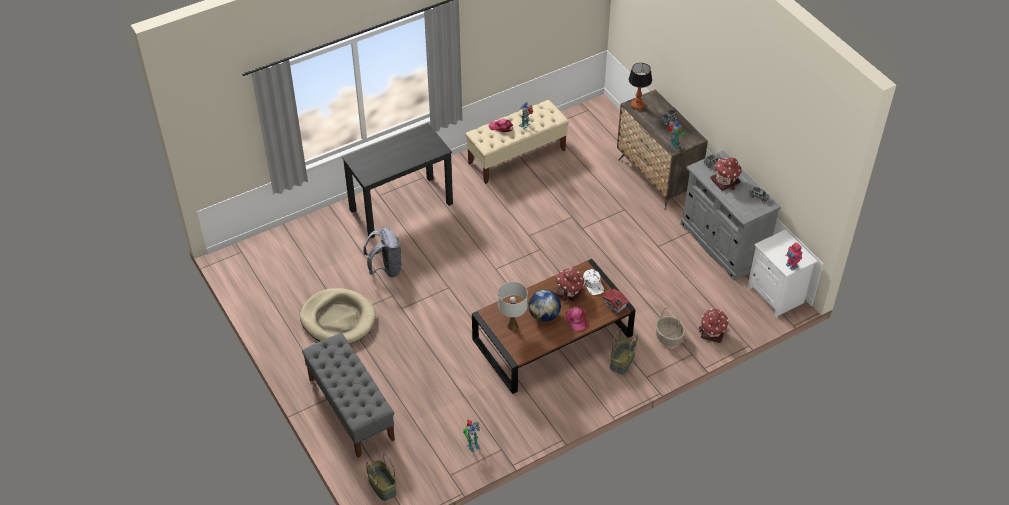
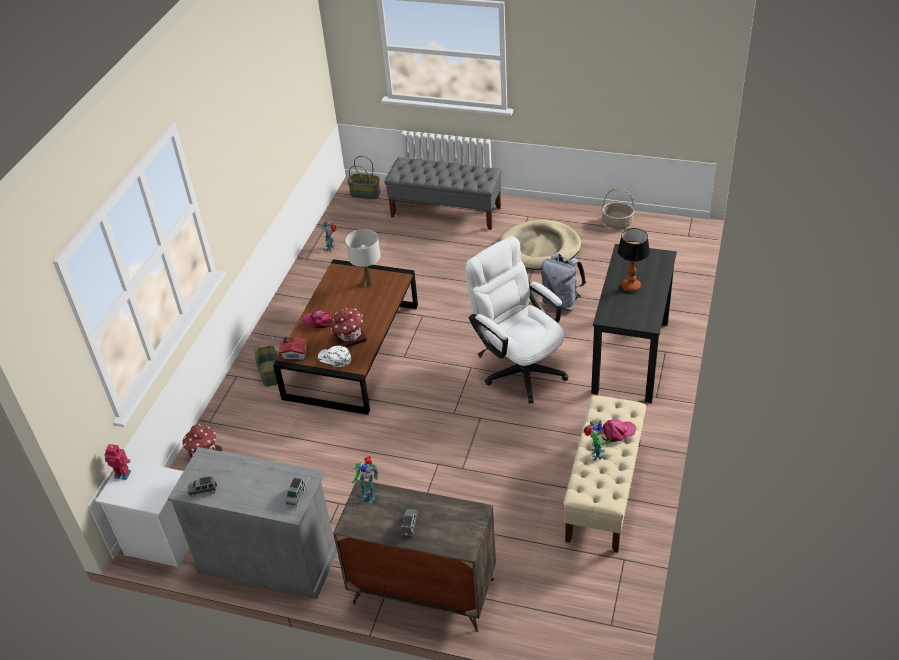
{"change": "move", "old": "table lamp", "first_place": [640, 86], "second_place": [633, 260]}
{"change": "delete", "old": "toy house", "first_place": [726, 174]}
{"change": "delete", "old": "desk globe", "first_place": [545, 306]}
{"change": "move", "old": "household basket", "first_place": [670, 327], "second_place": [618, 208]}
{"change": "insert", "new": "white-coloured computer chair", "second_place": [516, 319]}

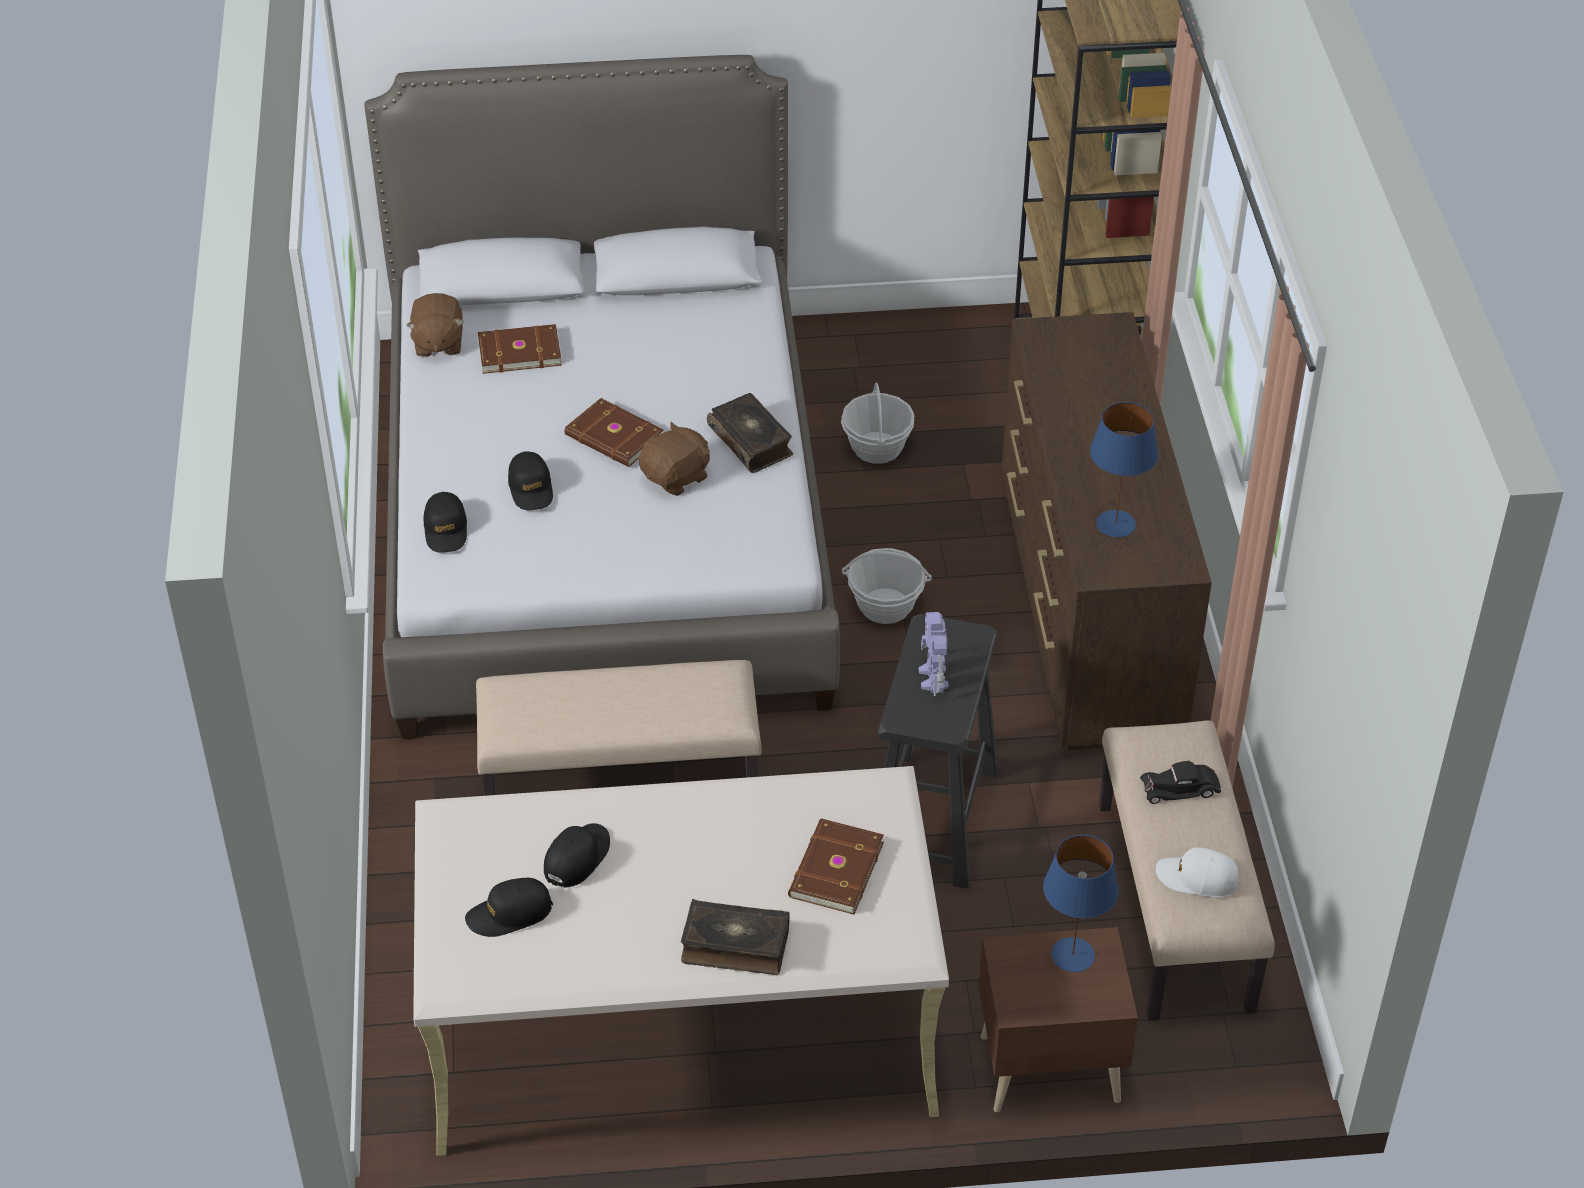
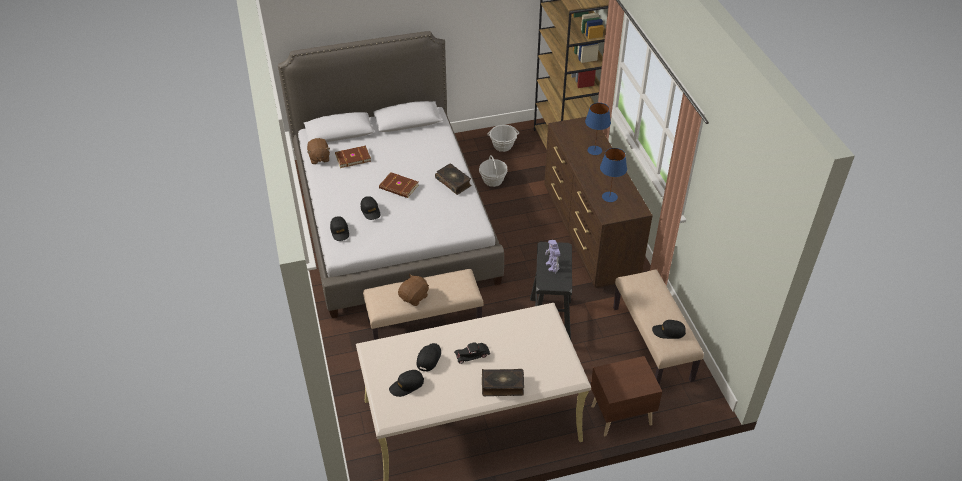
{"change": "move", "old": "brown-coloured soft toy", "first_place": [674, 459], "second_place": [413, 290]}
{"change": "move", "old": "household basket", "first_place": [887, 586], "second_place": [503, 138]}
{"change": "move", "old": "black model car", "first_place": [1180, 782], "second_place": [472, 353]}
{"change": "delete", "old": "brown-coloured book", "first_place": [836, 867]}
{"change": "move", "old": "blue-coloured table lamp", "first_place": [1081, 903], "second_place": [598, 129]}
{"change": "recolor", "old": "white-coloured baseball cap", "new": "black baseball cap", "first_place": [1197, 872], "second_place": [669, 329]}

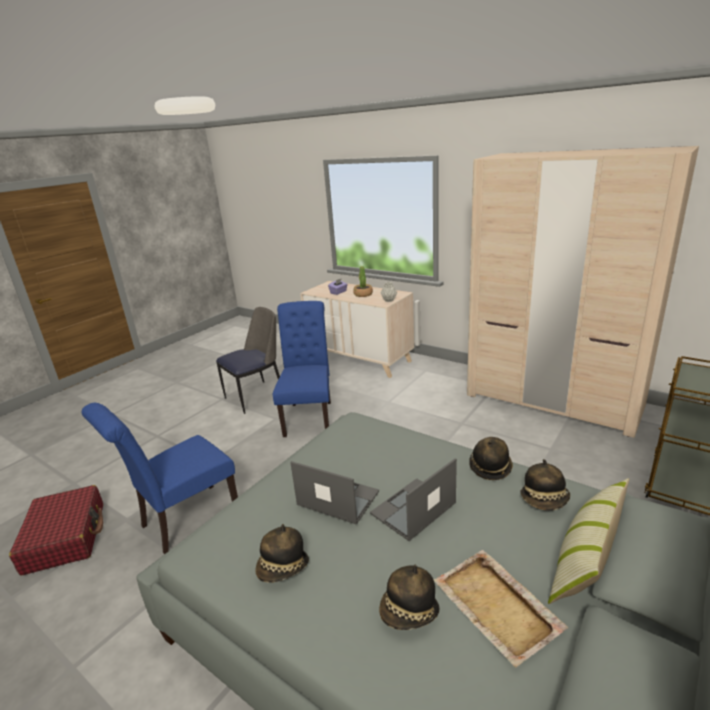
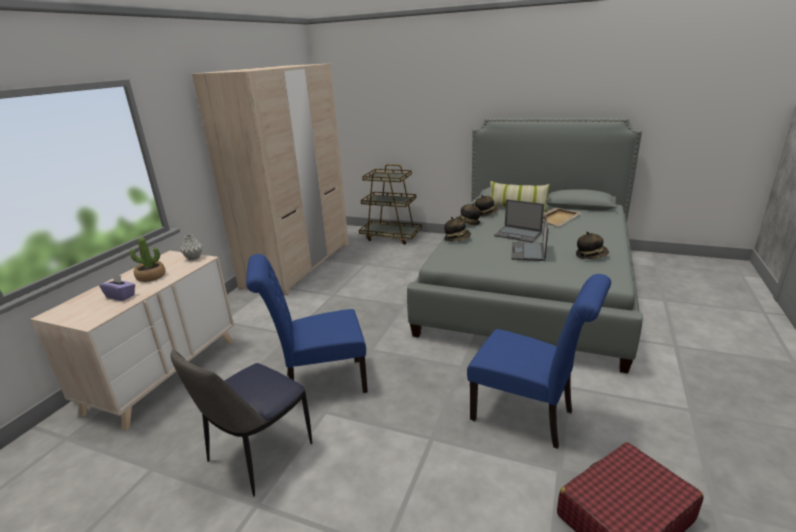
{"change": "rotate", "old": "chair", "first_place": [248, 360], "second_place": [241, 423], "degrees": -90}
{"change": "move", "old": "wearable hat", "first_place": [409, 597], "second_place": [457, 229]}

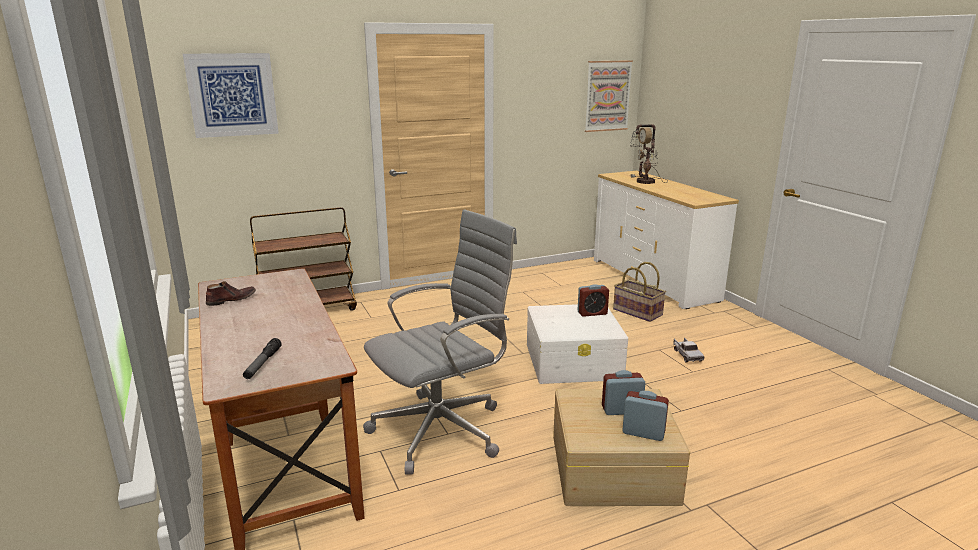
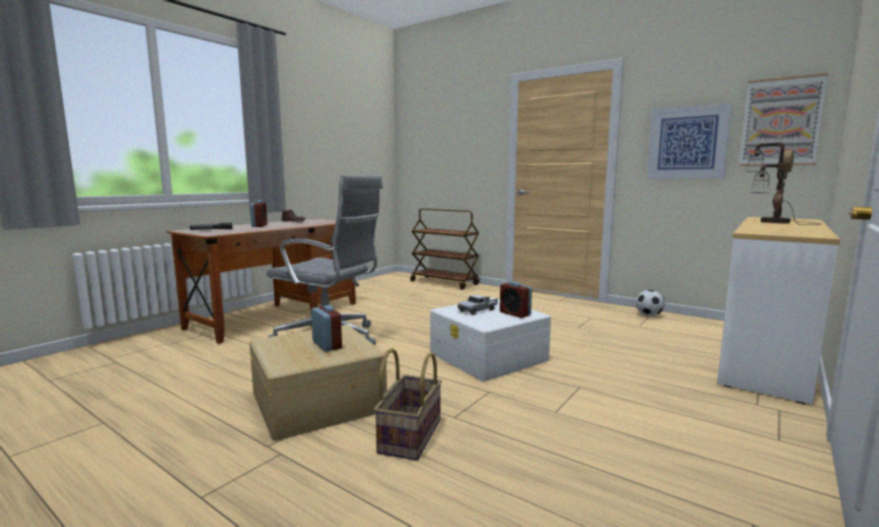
{"change": "move", "old": "wall art", "first_place": [231, 95], "second_place": [689, 141]}
{"change": "move", "old": "household basket", "first_place": [639, 292], "second_place": [408, 404]}
{"change": "move", "old": "toy lorry", "first_place": [689, 350], "second_place": [477, 305]}
{"change": "move", "old": "bedside clock", "first_place": [645, 416], "second_place": [258, 213]}
{"change": "insert", "new": "football", "second_place": [650, 303]}

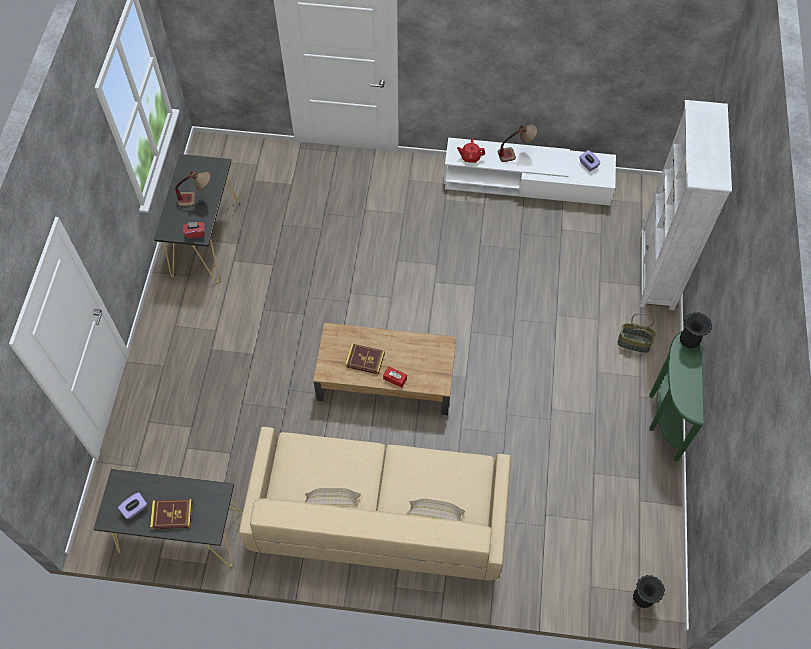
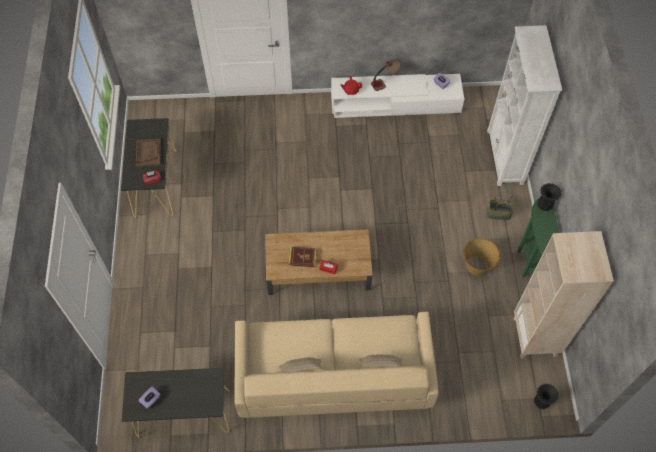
{"change": "replace", "old": "table lamp", "new": "brown-coloured serving tray", "first_place": [193, 189], "second_place": [148, 153]}
{"change": "delete", "old": "book", "first_place": [171, 514]}
{"change": "insert", "new": "beige shelving unit", "second_place": [564, 295]}
{"change": "insert", "new": "household basket", "second_place": [481, 257]}

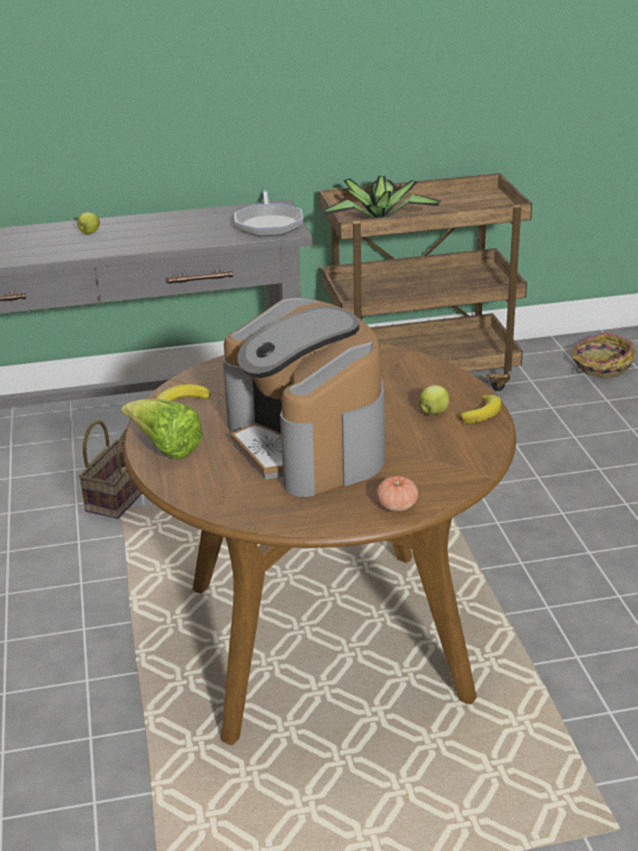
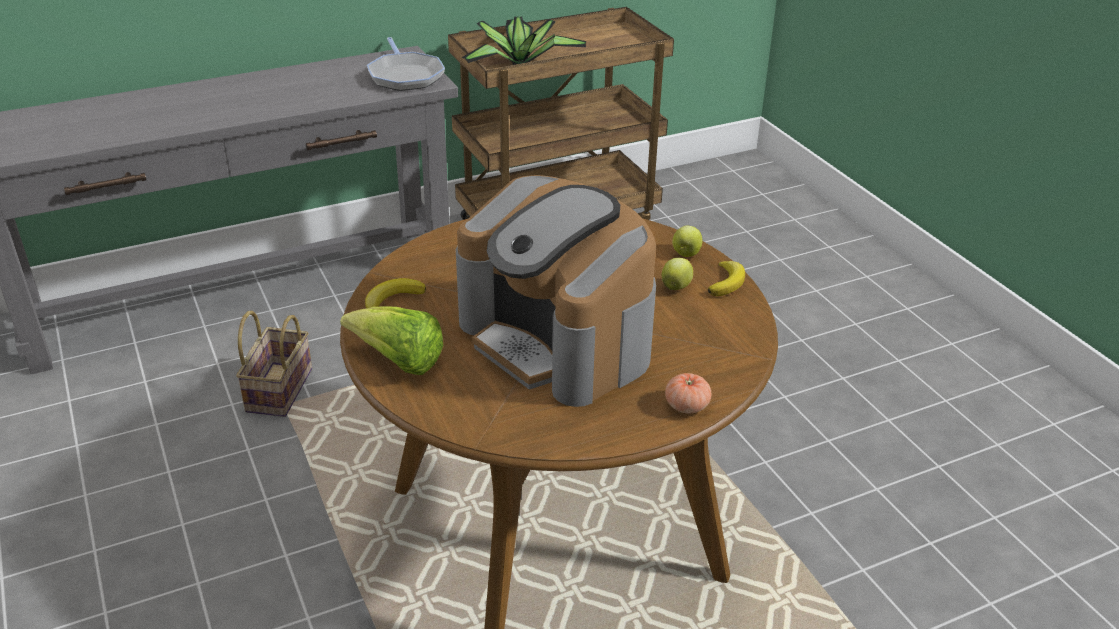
{"change": "move", "old": "whole apple", "first_place": [88, 223], "second_place": [687, 241]}
{"change": "delete", "old": "household basket", "first_place": [603, 355]}

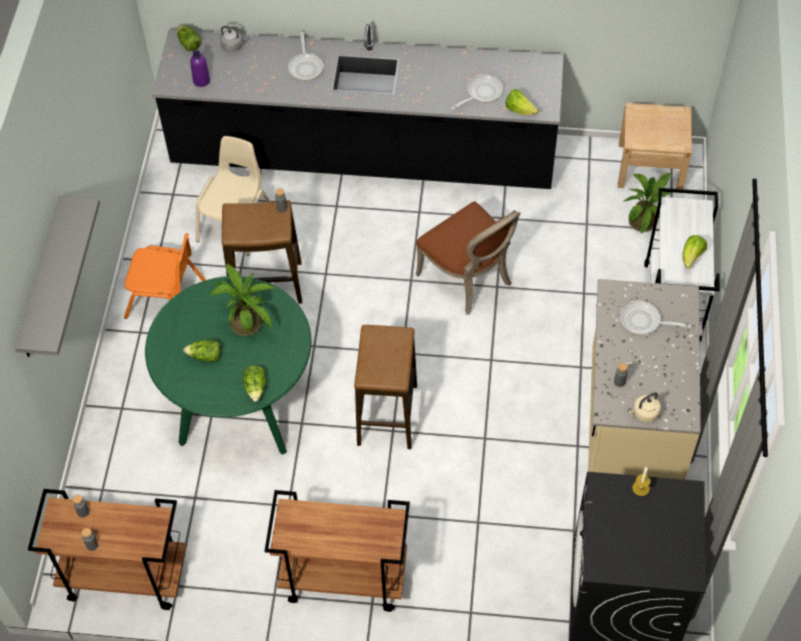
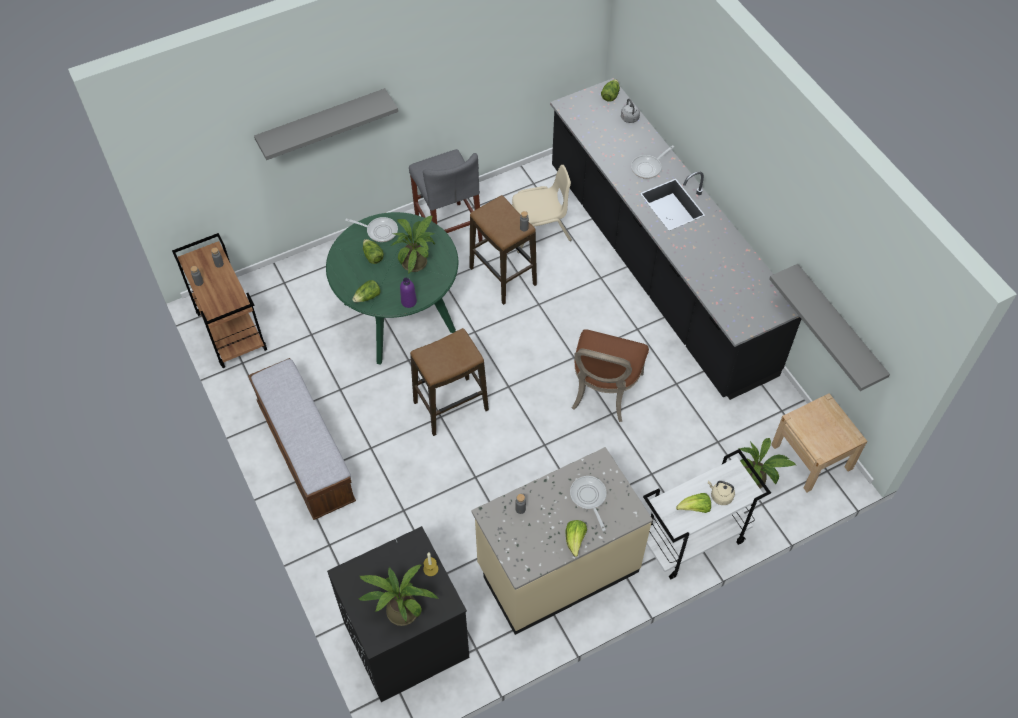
{"change": "move", "old": "purple-coloured beverage bottle", "first_place": [200, 68], "second_place": [408, 292]}
{"change": "move", "old": "frying pan", "first_place": [477, 92], "second_place": [371, 229]}
{"change": "move", "old": "lettuce", "first_place": [522, 102], "second_place": [576, 538]}
{"change": "replace", "old": "orange-coloured chair", "new": "gray stool", "first_place": [165, 276], "second_place": [446, 195]}
{"change": "move", "old": "beige kettle", "first_place": [645, 407], "second_place": [721, 493]}
{"change": "replace", "old": "brown-coloured cart", "new": "bench", "first_place": [337, 551], "second_place": [302, 439]}
{"change": "insert", "new": "gray wall shelf", "second_place": [829, 327]}
{"change": "insert", "new": "potted plant", "second_place": [398, 595]}

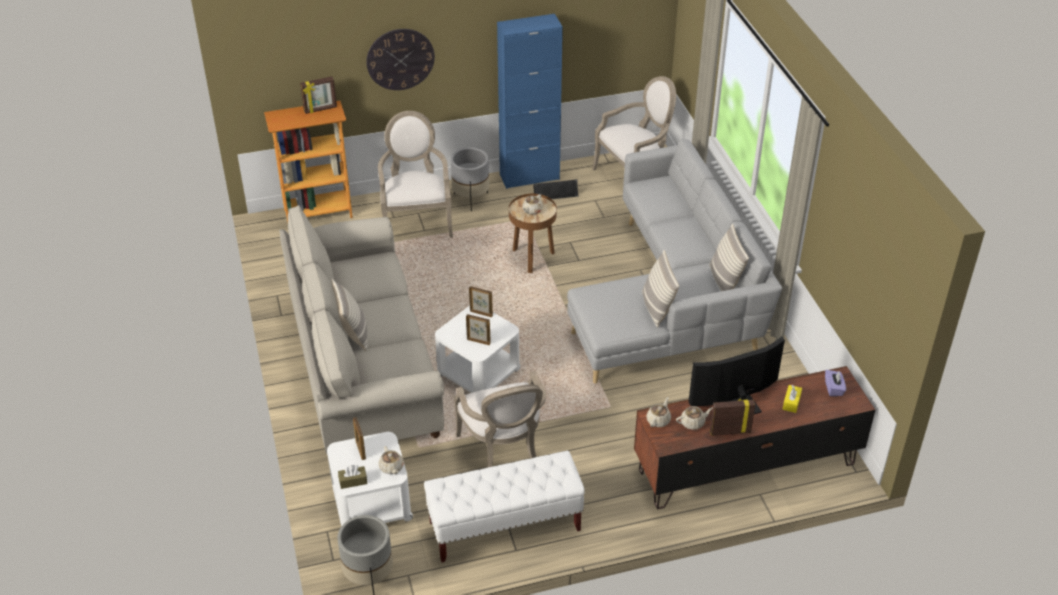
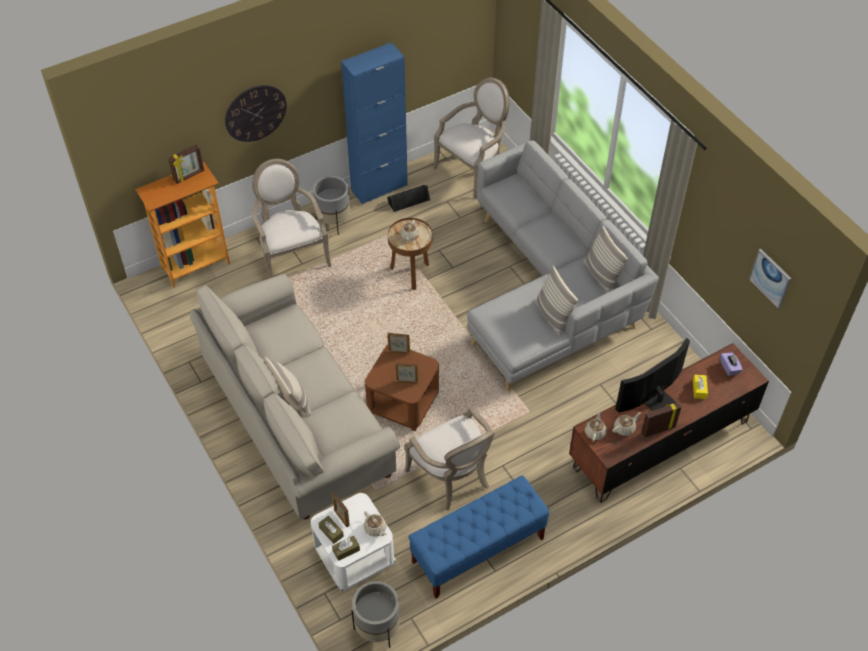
{"change": "recolor", "old": "white-coloured side table", "new": "brown-coloured side table", "first_place": [478, 349], "second_place": [402, 388]}
{"change": "recolor", "old": "white-coloured bench", "new": "blue-coloured bench", "first_place": [504, 506], "second_place": [479, 537]}
{"change": "insert", "new": "wall art", "second_place": [770, 279]}
{"change": "insert", "new": "brown-coloured tissue box", "second_place": [331, 530]}

